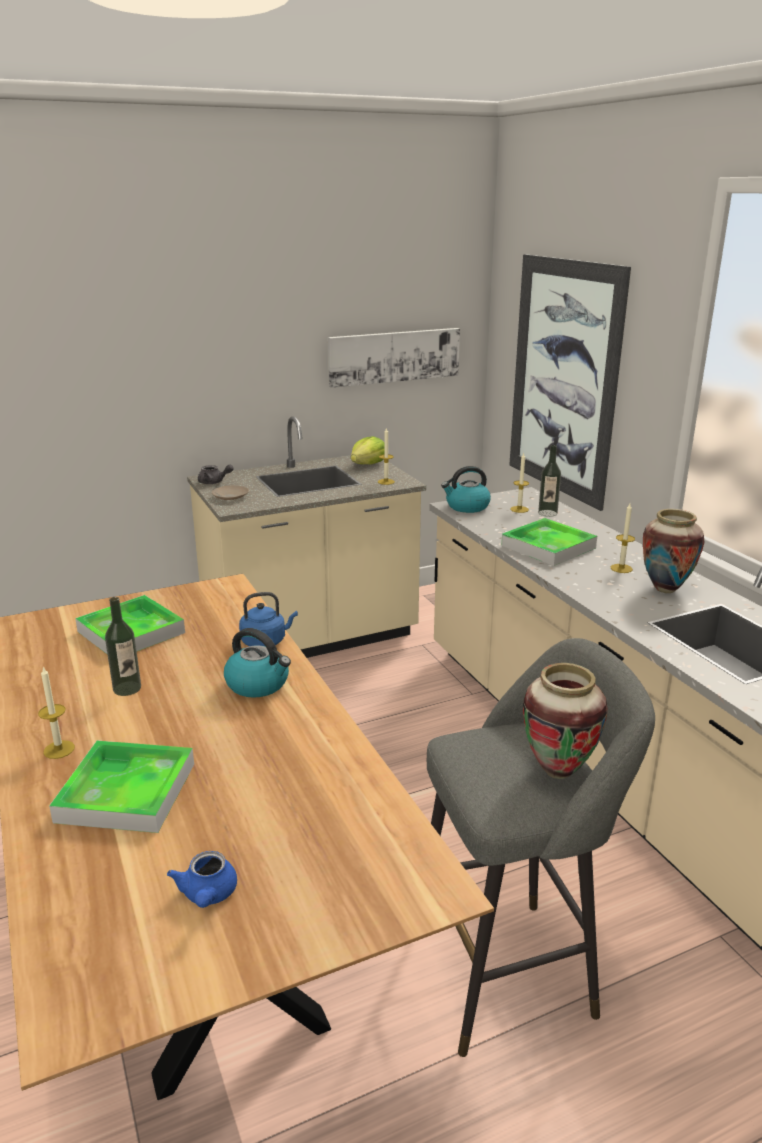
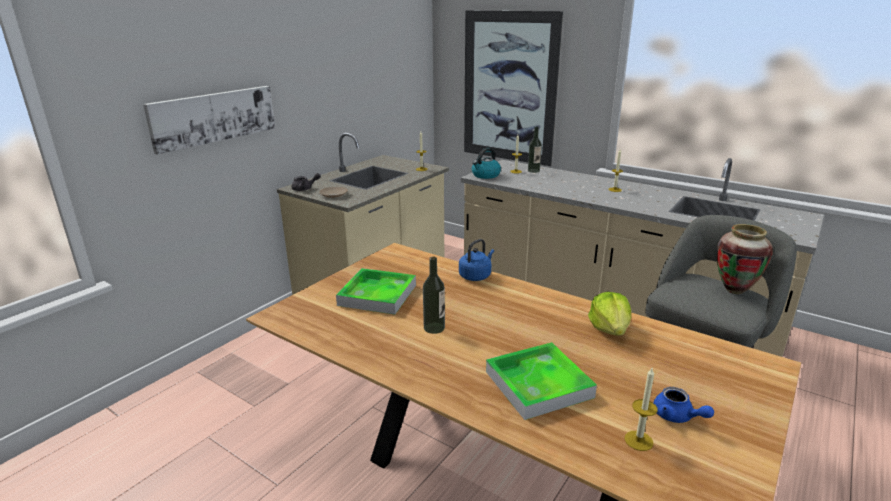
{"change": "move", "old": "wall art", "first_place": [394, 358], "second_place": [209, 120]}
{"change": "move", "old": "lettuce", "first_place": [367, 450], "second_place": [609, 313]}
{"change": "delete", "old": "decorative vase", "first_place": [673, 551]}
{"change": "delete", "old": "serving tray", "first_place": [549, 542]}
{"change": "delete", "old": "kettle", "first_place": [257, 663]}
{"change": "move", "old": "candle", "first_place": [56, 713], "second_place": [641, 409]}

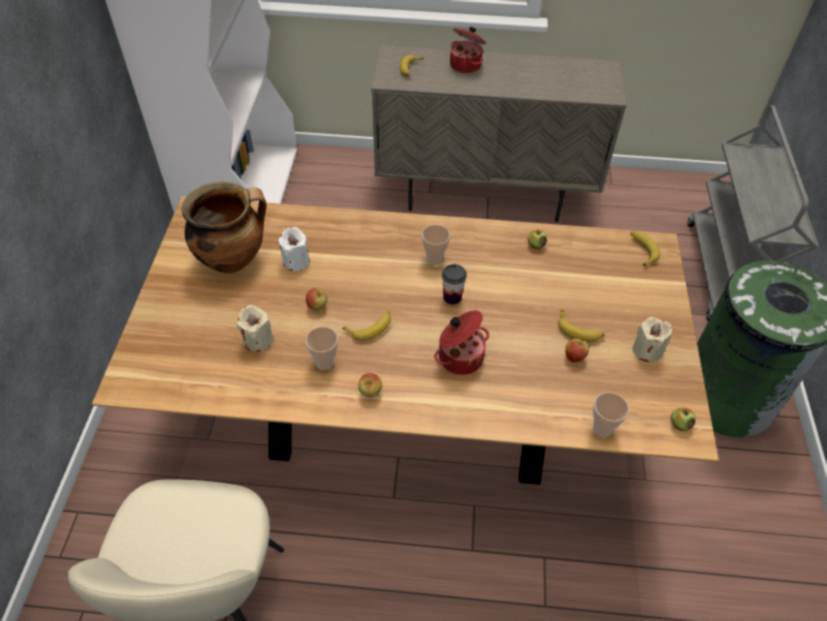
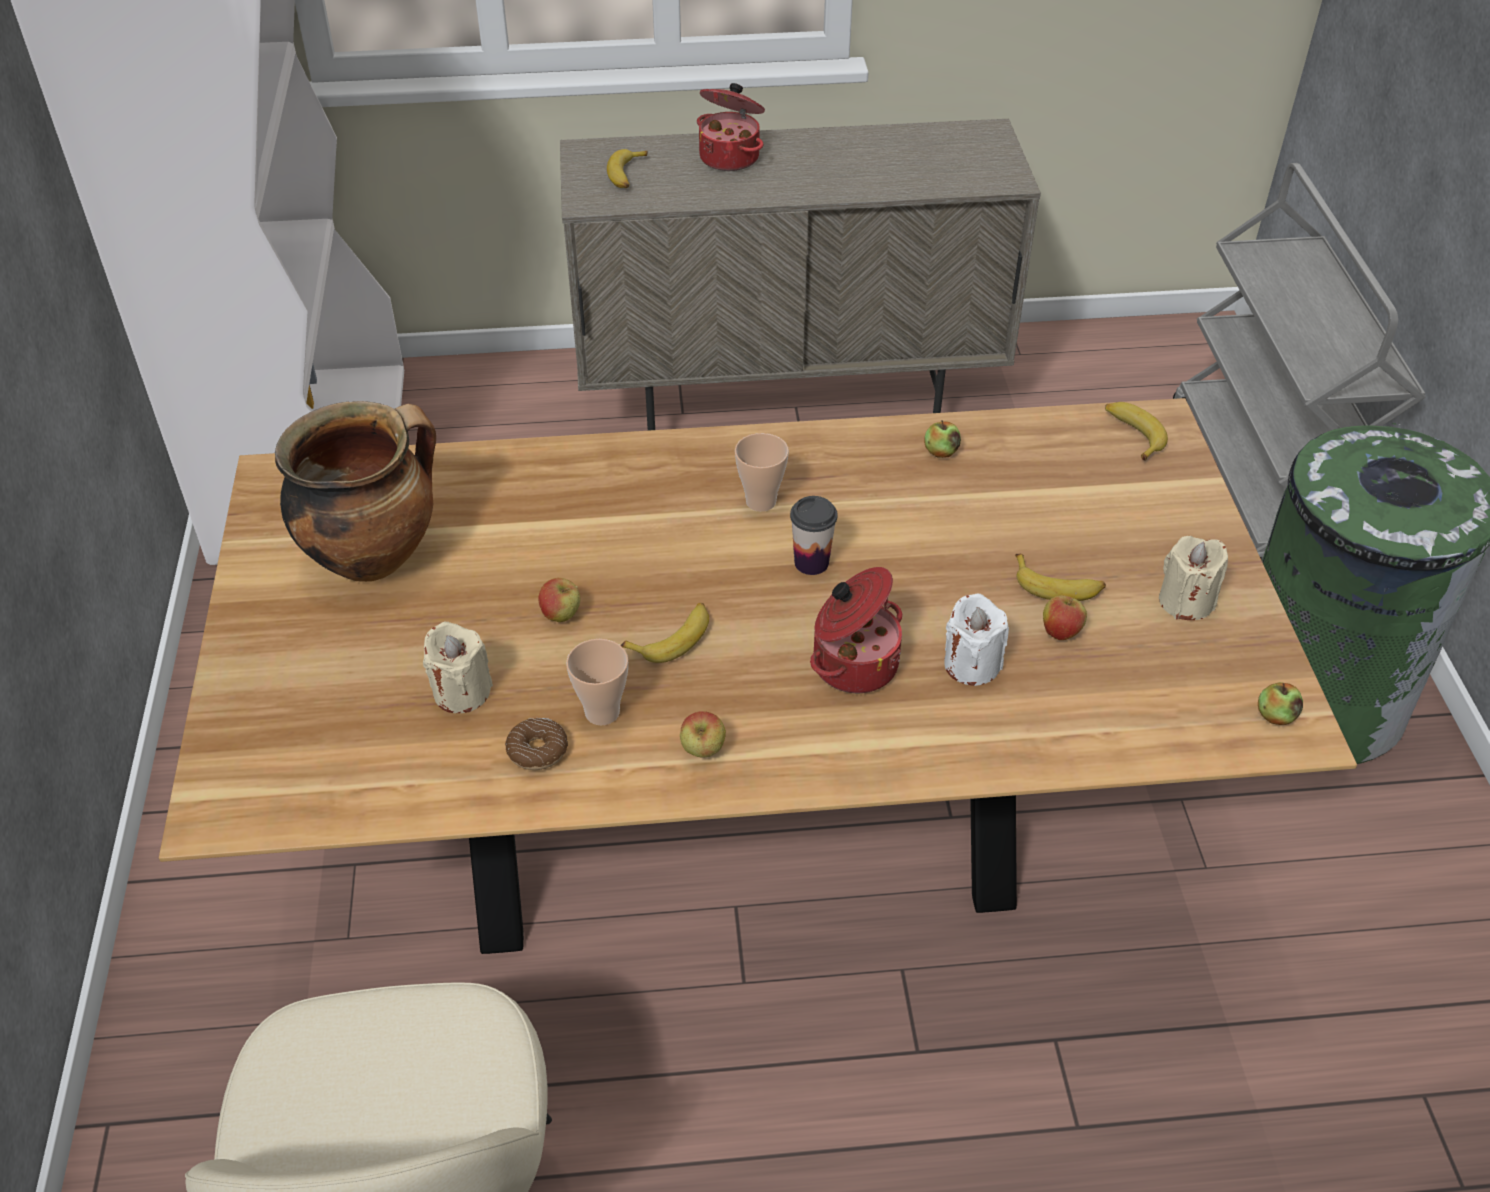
{"change": "move", "old": "white-coloured candle", "first_place": [294, 249], "second_place": [976, 639]}
{"change": "delete", "old": "drinking cup", "first_place": [611, 414]}
{"change": "insert", "new": "ring doughnut", "second_place": [536, 744]}

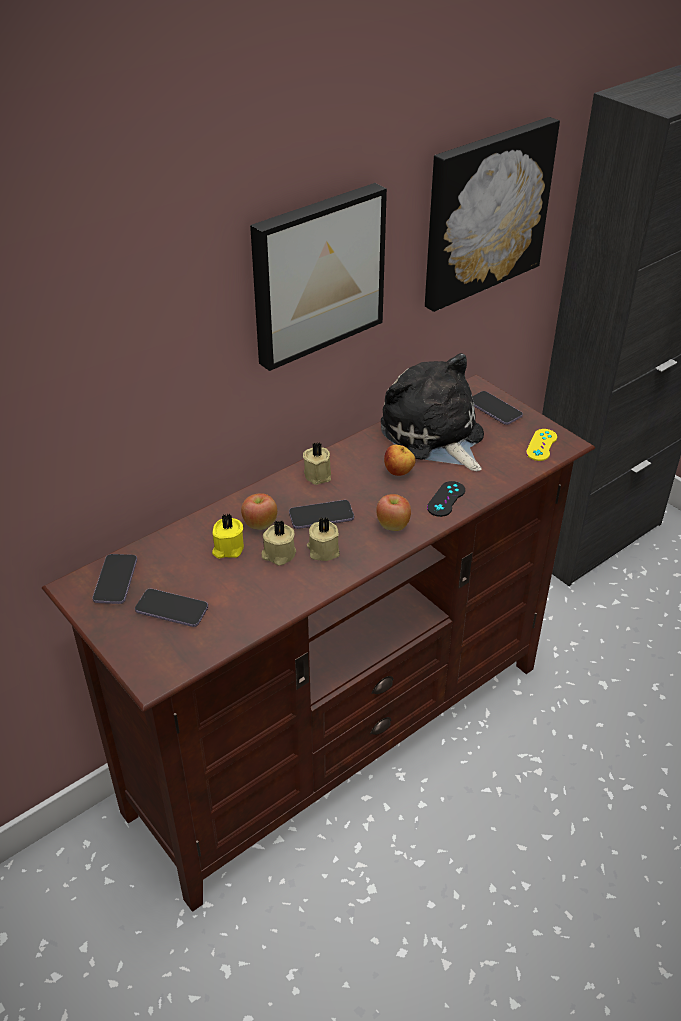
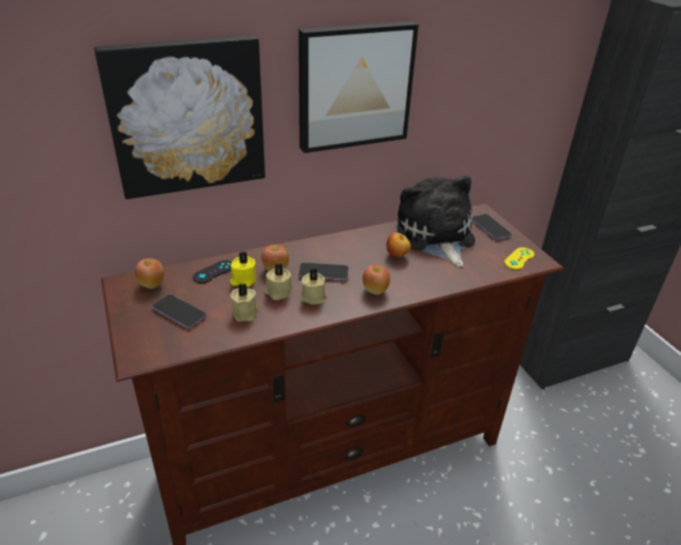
{"change": "move", "old": "wall art", "first_place": [492, 214], "second_place": [179, 117]}
{"change": "move", "old": "beige candle", "first_place": [317, 464], "second_place": [244, 302]}
{"change": "move", "old": "black gamepad", "first_place": [446, 499], "second_place": [212, 271]}
{"change": "replace", "old": "handset", "new": "whole apple", "first_place": [115, 579], "second_place": [149, 273]}

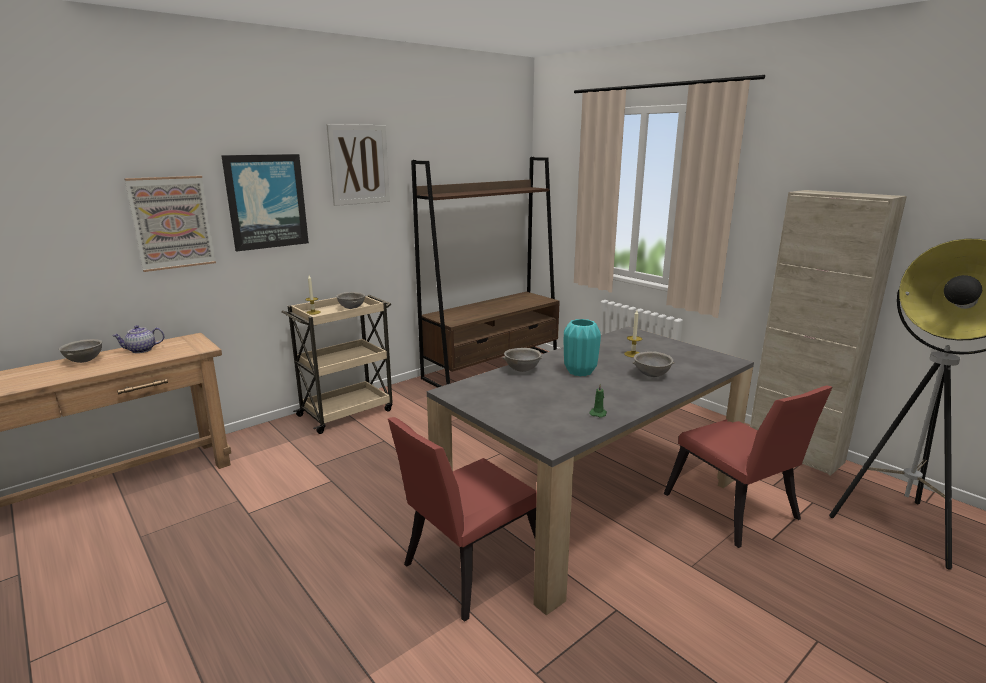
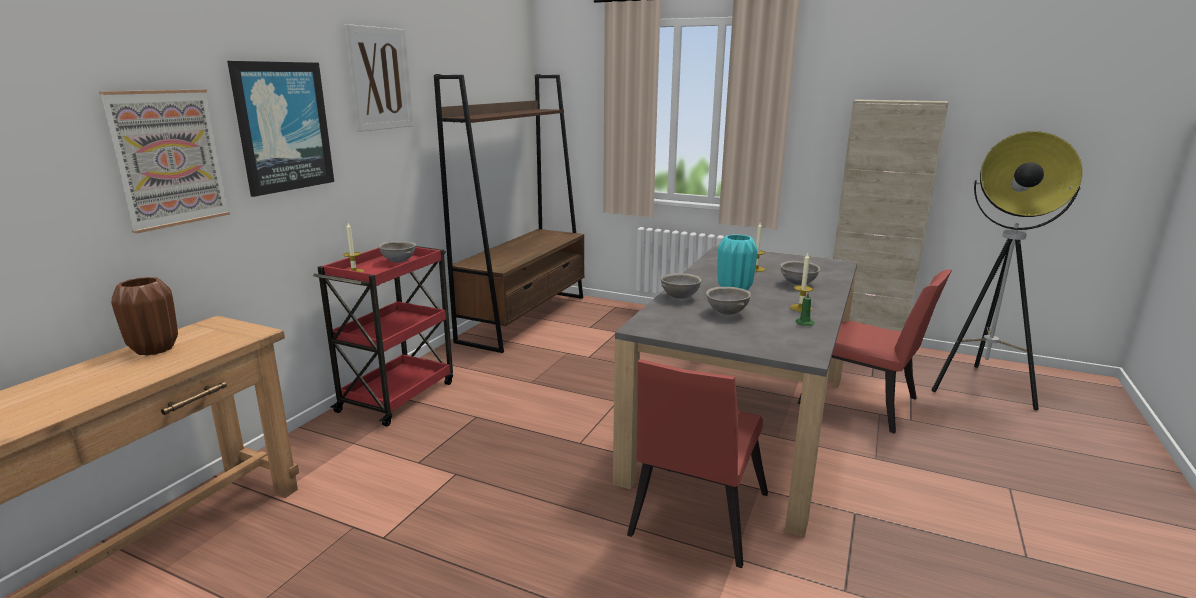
{"change": "recolor", "old": "beige cart", "new": "red cart", "first_place": [337, 364], "second_place": [383, 336]}
{"change": "replace", "old": "tea pot", "new": "brown-coloured decorative vase", "first_place": [138, 339], "second_place": [144, 316]}
{"change": "move", "old": "gray deep dish", "first_place": [81, 351], "second_place": [728, 301]}
{"change": "insert", "new": "candle", "second_place": [801, 282]}

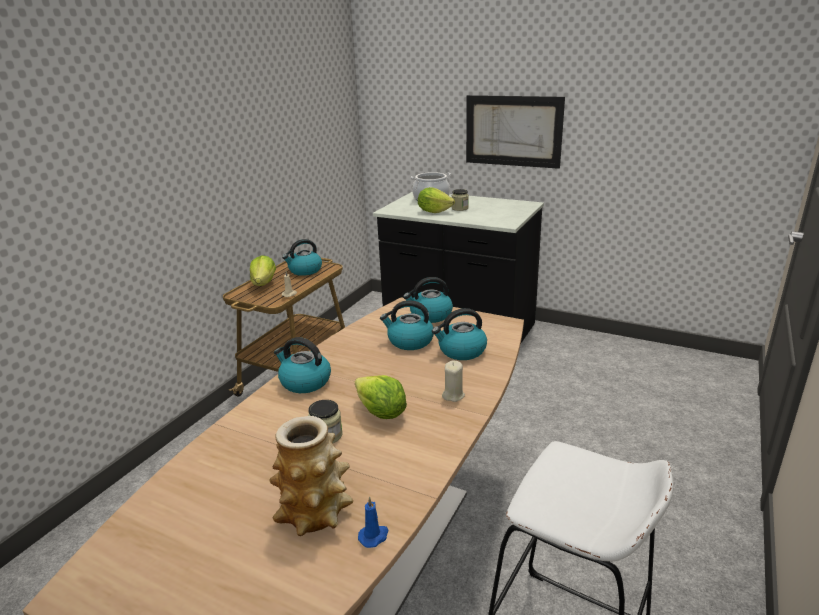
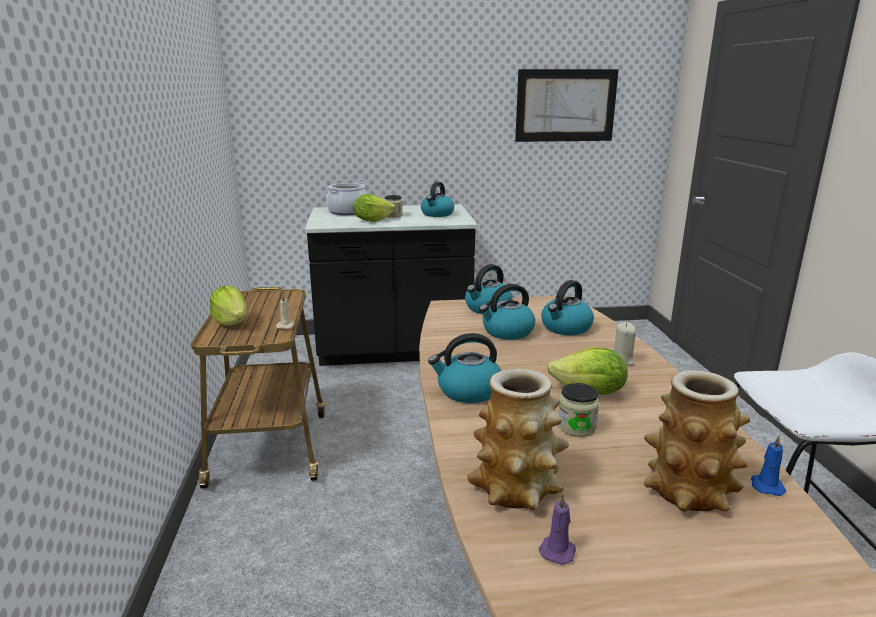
{"change": "move", "old": "wall art", "first_place": [515, 132], "second_place": [567, 105]}
{"change": "move", "old": "kettle", "first_place": [302, 257], "second_place": [437, 199]}
{"change": "insert", "new": "decorative vase", "second_place": [518, 439]}
{"change": "insert", "new": "purple-coloured candle", "second_place": [557, 529]}

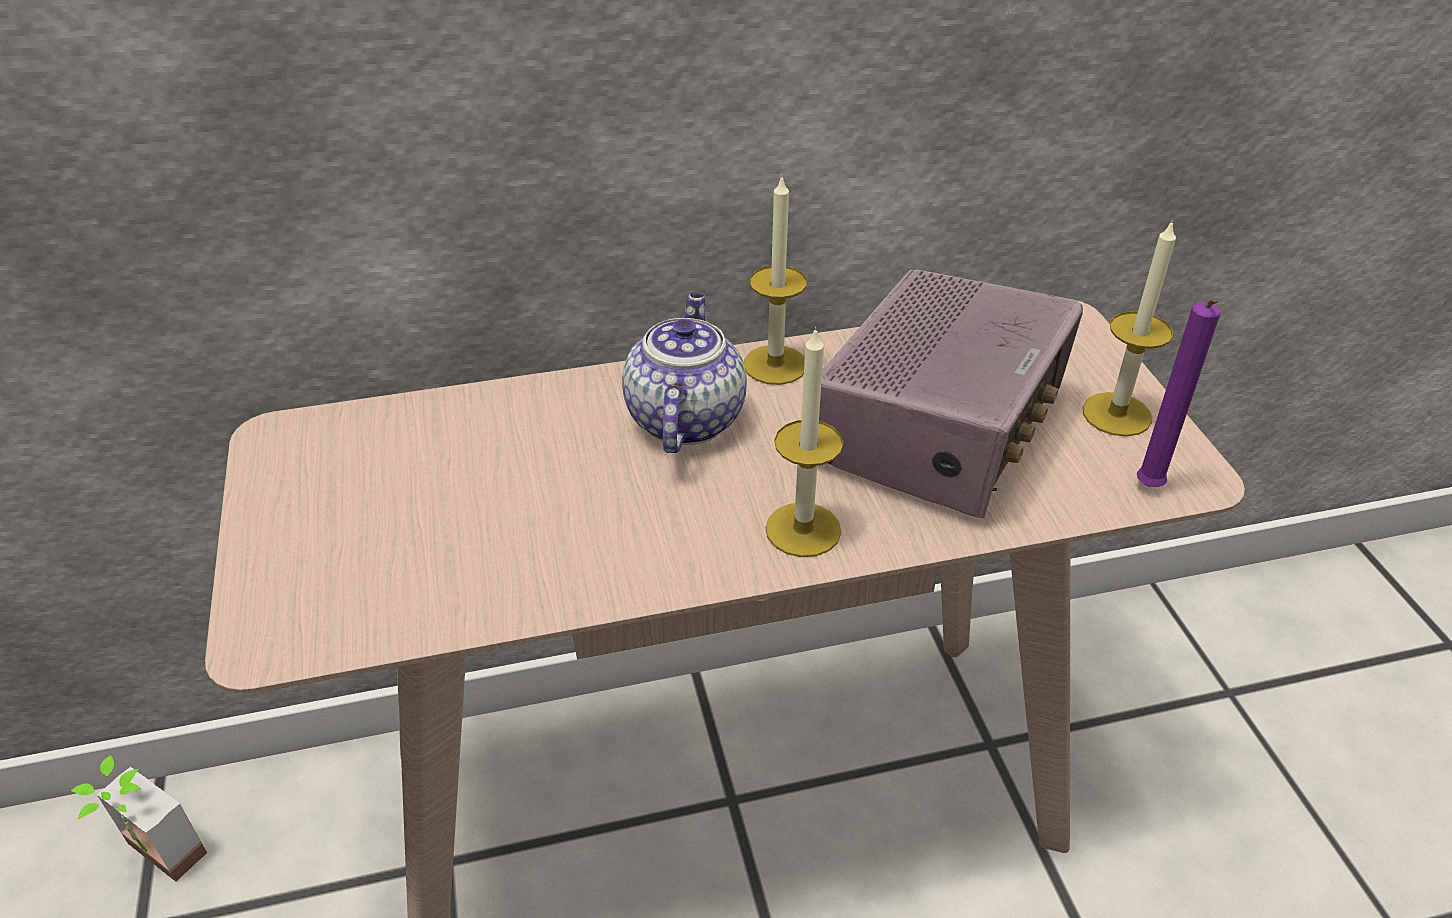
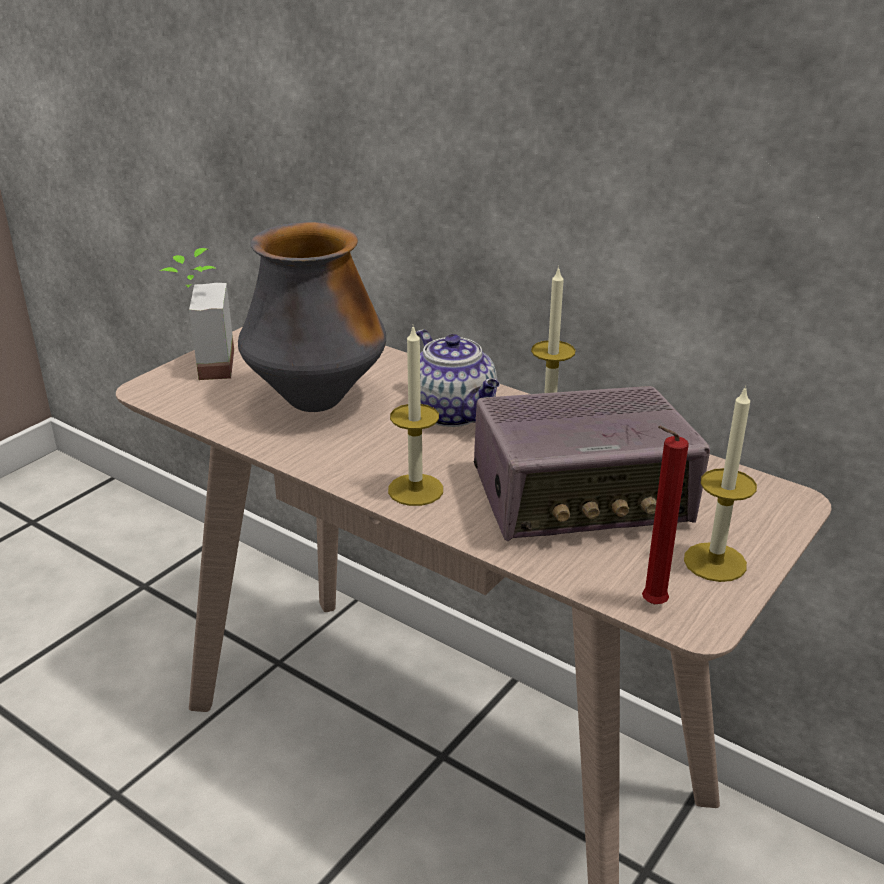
{"change": "rotate", "old": "tea pot", "first_place": [684, 372], "second_place": [458, 378], "degrees": 90}
{"change": "recolor", "old": "purple-coloured candle", "new": "red candle", "first_place": [1179, 393], "second_place": [665, 515]}
{"change": "move", "old": "potted plant", "first_place": [139, 818], "second_place": [197, 314]}
{"change": "insert", "new": "decorative vase", "second_place": [312, 317]}

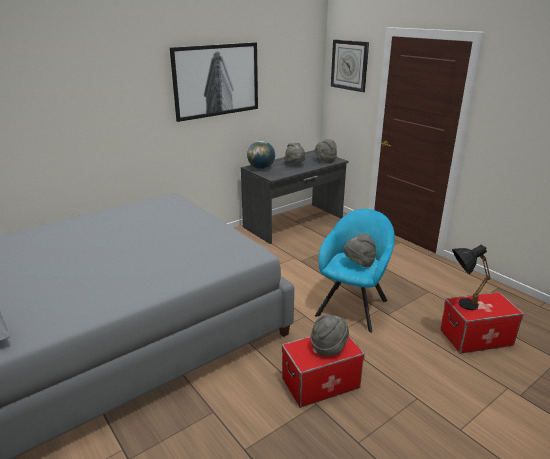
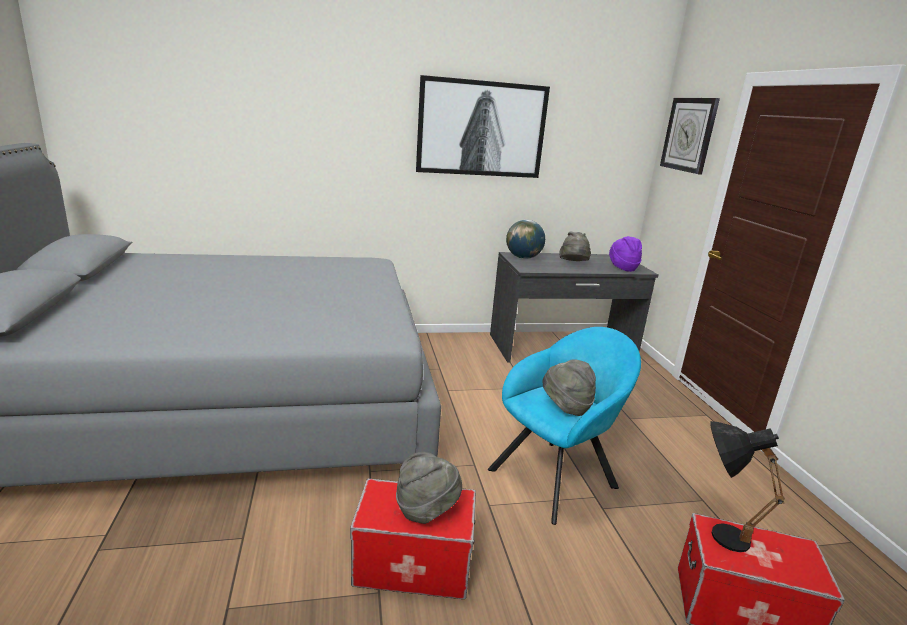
{"change": "recolor", "old": "gray wearable hat", "new": "purple-coloured wearable hat", "first_place": [325, 151], "second_place": [625, 254]}

